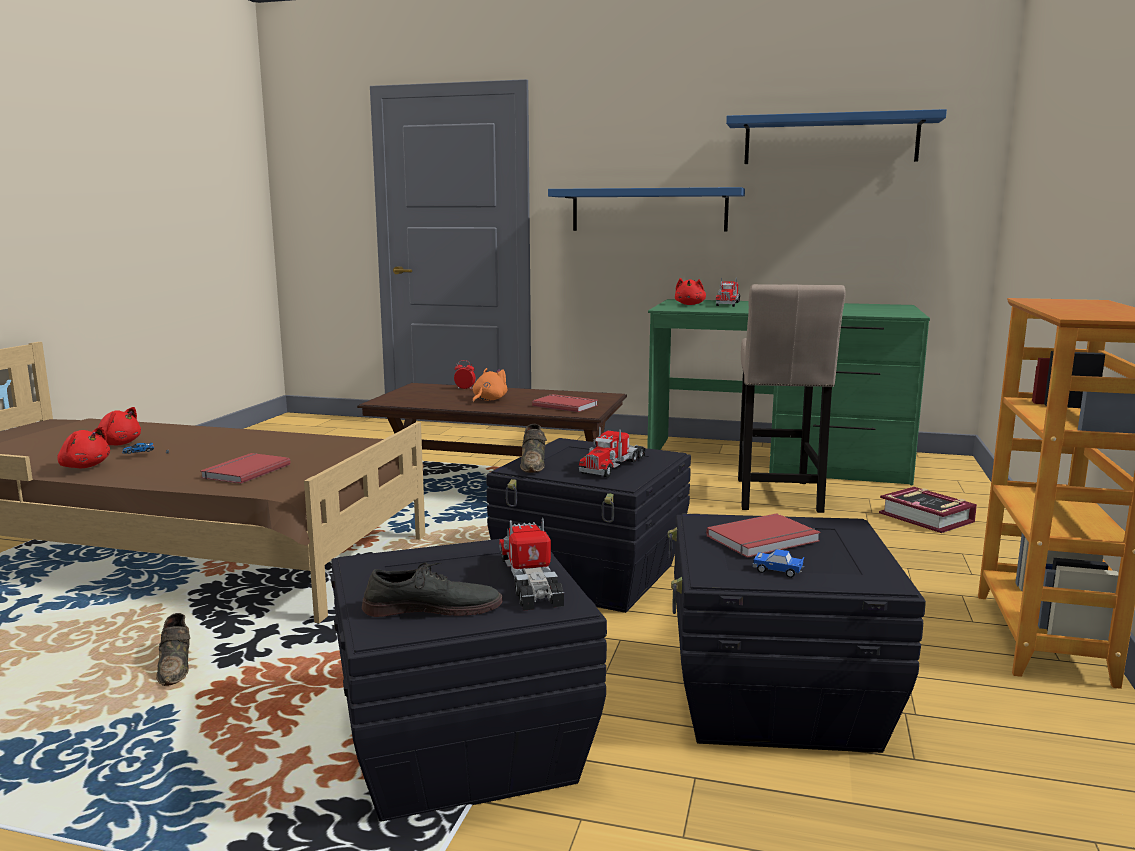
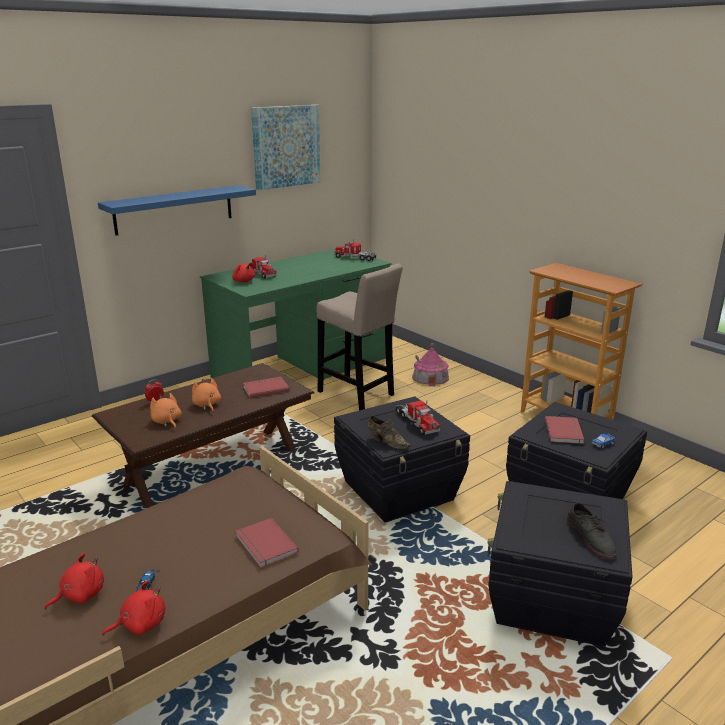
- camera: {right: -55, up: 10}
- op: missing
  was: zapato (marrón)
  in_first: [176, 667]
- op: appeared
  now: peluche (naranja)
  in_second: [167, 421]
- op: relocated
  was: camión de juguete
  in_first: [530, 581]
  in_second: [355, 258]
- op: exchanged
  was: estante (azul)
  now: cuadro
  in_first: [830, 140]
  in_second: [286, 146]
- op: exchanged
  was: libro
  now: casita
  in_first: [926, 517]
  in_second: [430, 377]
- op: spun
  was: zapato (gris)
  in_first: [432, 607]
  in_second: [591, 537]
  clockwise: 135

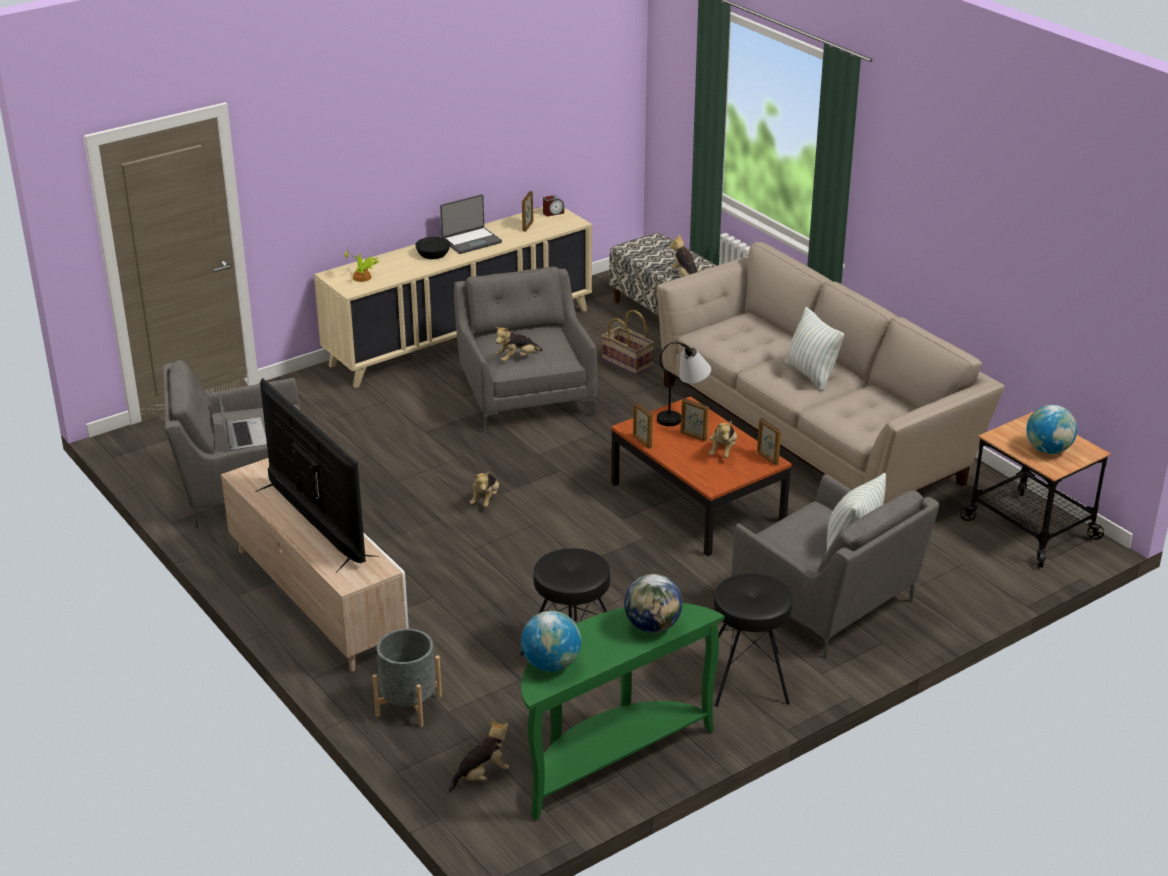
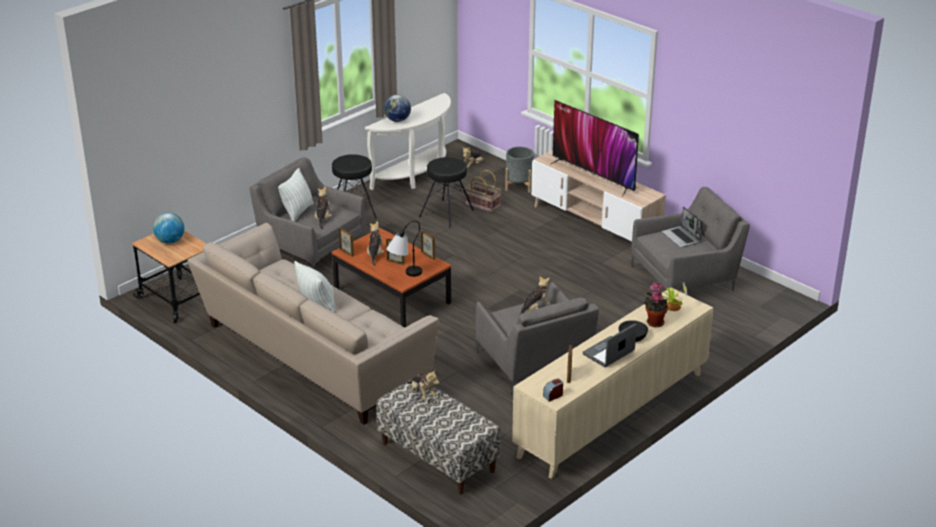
- camera: {right: 170, up: 0}
- op: missing
  was: globo terráqueo
  in_first: [551, 664]
- op: appeared
  now: planta en maceta
  in_second: [654, 322]
- op: relocated
  was: peluche
  in_first: [485, 500]
  in_second: [323, 218]
- op: relocated
  was: cesta
  in_first: [628, 363]
  in_second: [482, 205]
- op: colour
  was: mesa consola (verde)
  now: mesa consola (blanco)
  in_first: [609, 758]
  in_second: [417, 176]

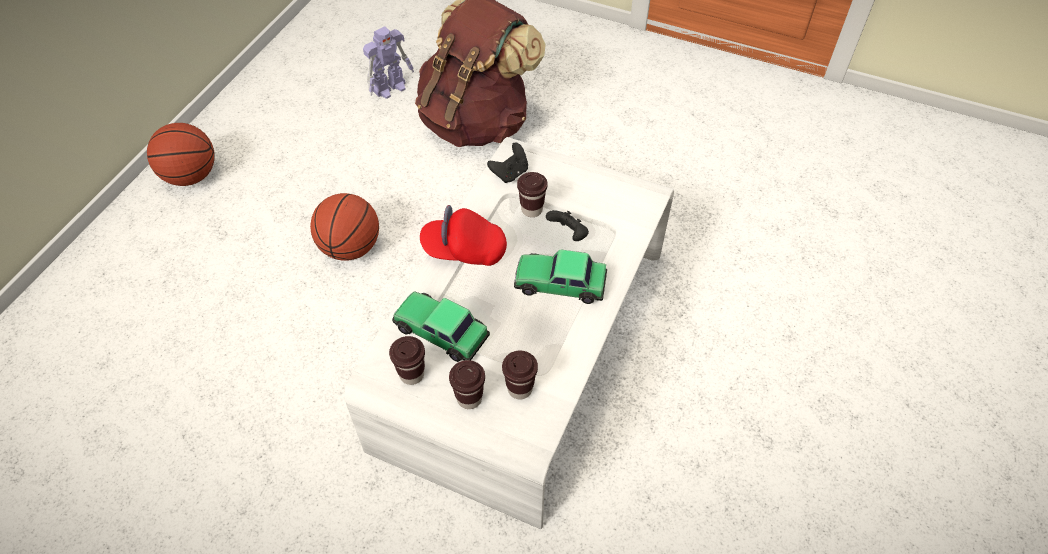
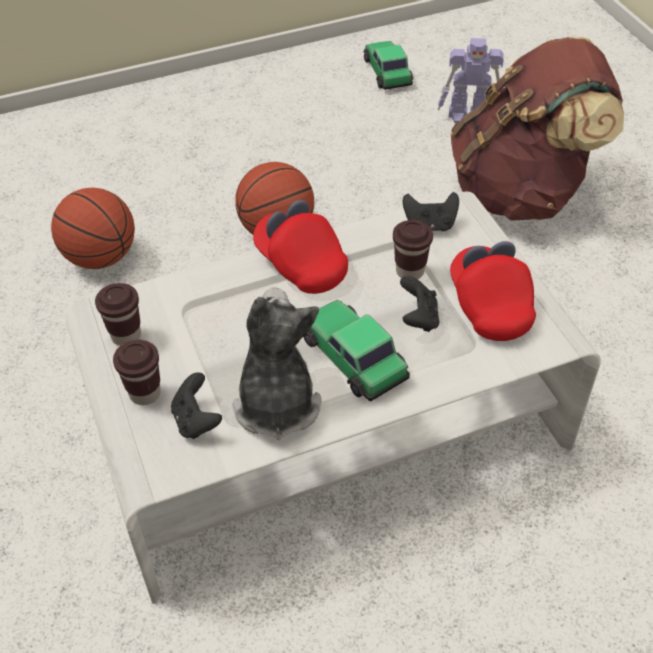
- camera: {right: 45, up: -5}
- op: appeared
  now: peluche
  in_second: [276, 403]
- op: appeared
  now: gorra (rojo)
  in_second: [489, 305]
- op: relocated
  was: balón de baloncesto
  in_first: [191, 176]
  in_second: [100, 257]
- op: relocated
  was: coche de juguete
  in_first: [440, 331]
  in_second: [387, 71]
- op: exchanged
  was: taza (marrón)
  now: mando de consola (negro)
  in_first: [520, 389]
  in_second: [196, 421]

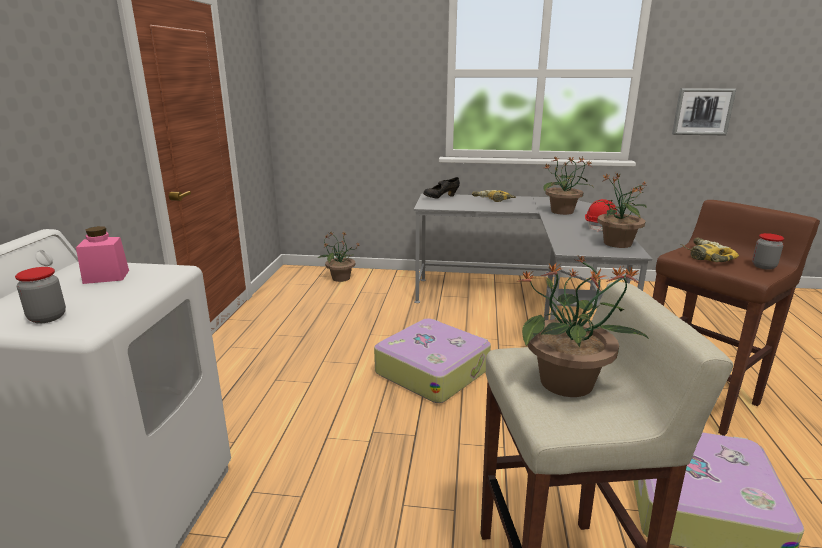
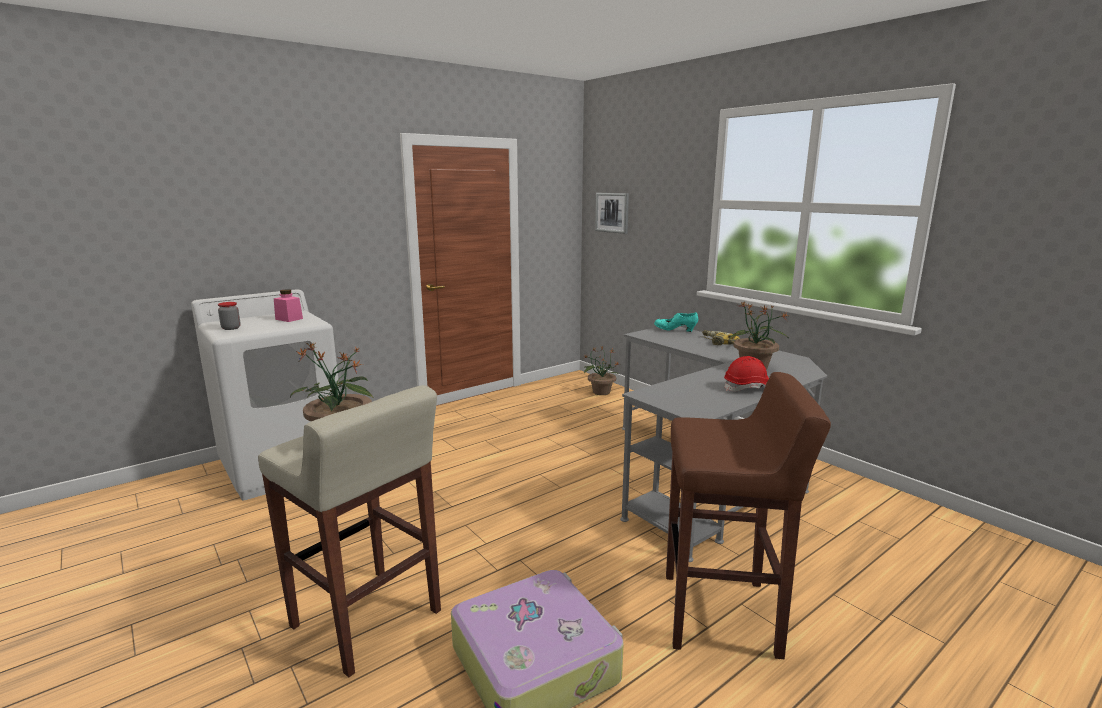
- camera: {right: 45, up: -5}
- op: missing
  was: maleta
  in_first: [432, 371]
- op: missing
  was: planta en maceta
  in_first: [616, 244]
- op: missing
  was: taladro
  in_first: [704, 256]
- op: missing
  was: tarro
  in_first: [763, 266]
- op: relocated
  was: cuadro
  in_first: [702, 111]
  in_second: [612, 212]
- op: colour
  was: zapato (negro)
  now: zapato (turquesa)
  in_first: [441, 197]
  in_second: [675, 330]

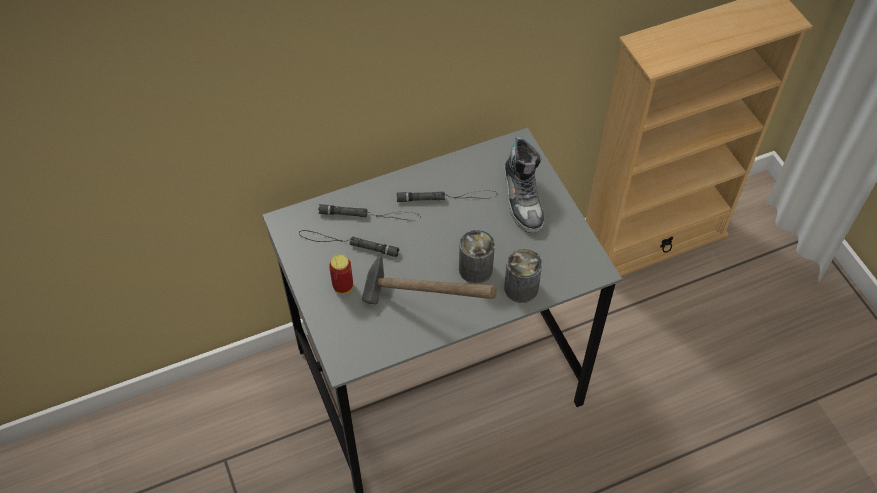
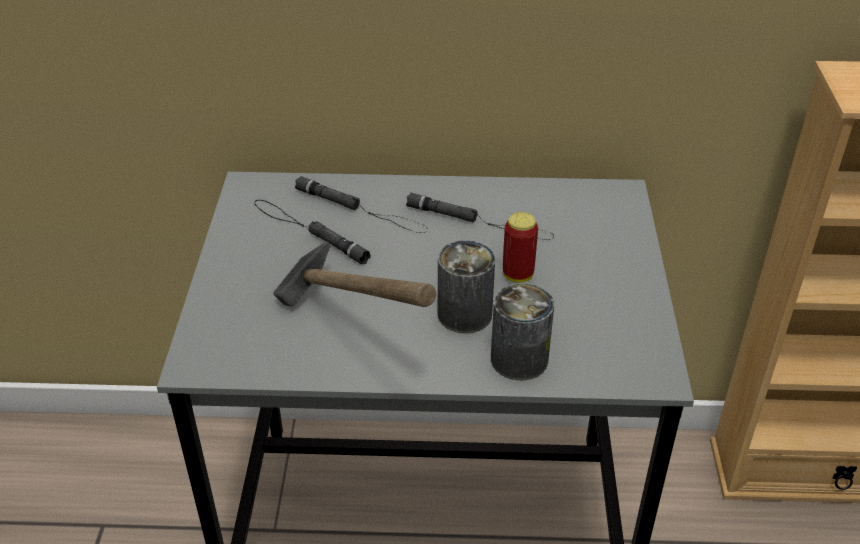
- camera: {right: 25, up: -15}
- op: missing
  was: zapato
  in_first: [523, 198]
- op: relocated
  was: lata
  in_first: [343, 286]
  in_second: [517, 275]

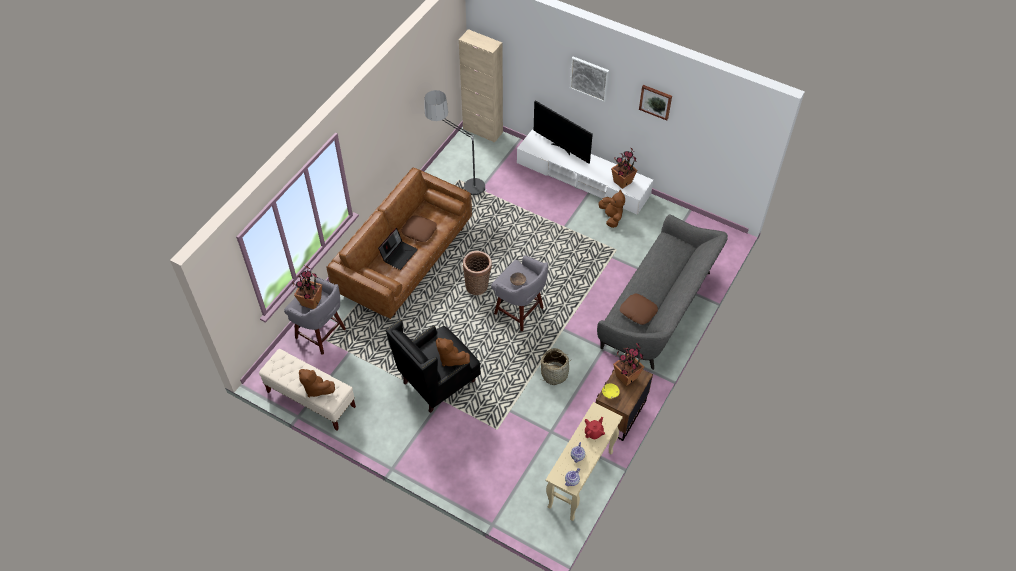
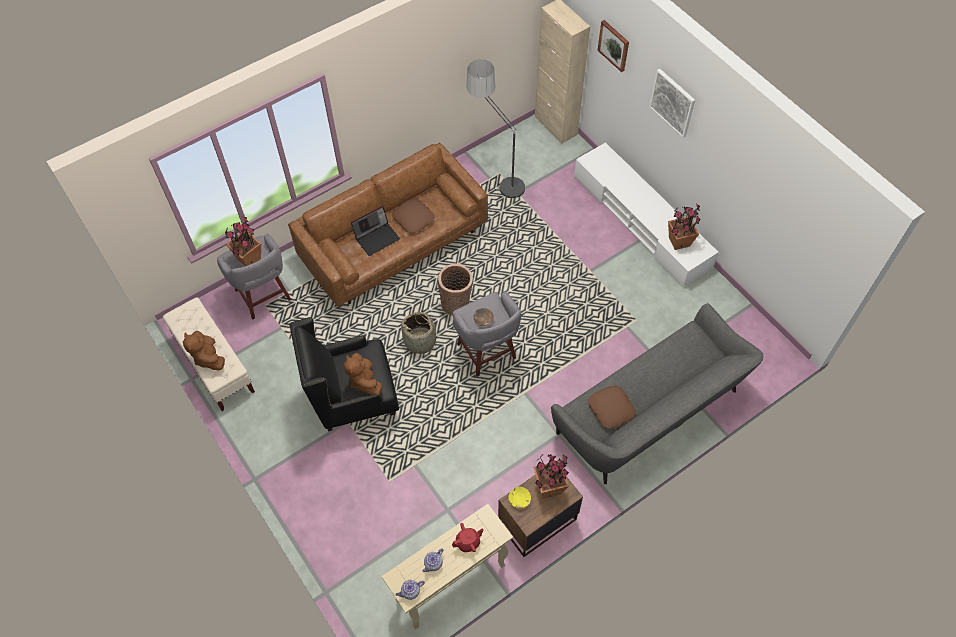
- camera: {right: 25, up: 5}
- op: missing
  was: televisor
  in_first: [562, 148]
- op: missing
  was: peluche (marrón)
  in_first: [611, 217]
- op: relocated
  was: cesta
  in_first: [554, 374]
  in_second: [420, 341]
- op: relocated
  was: cuadro
  in_first: [655, 101]
  in_second: [614, 45]

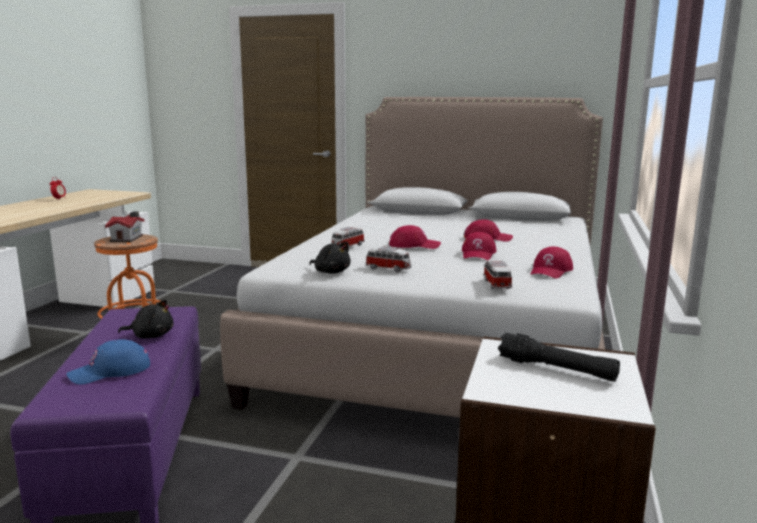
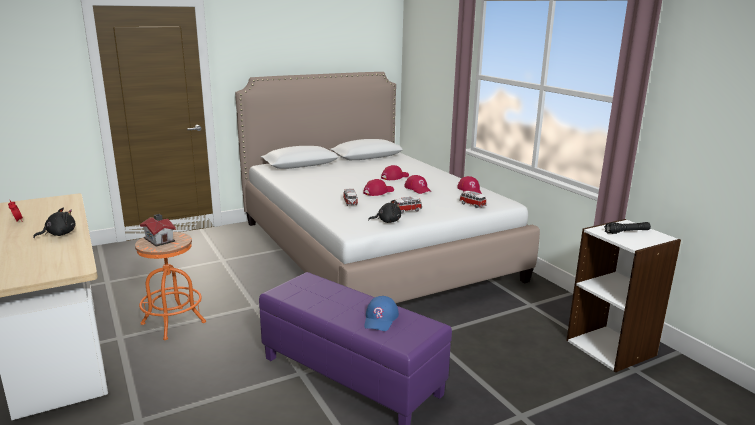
- camera: {right: -45, up: 5}
- op: relocated
  was: peluche (negro)
  in_first: [151, 336]
  in_second: [59, 234]

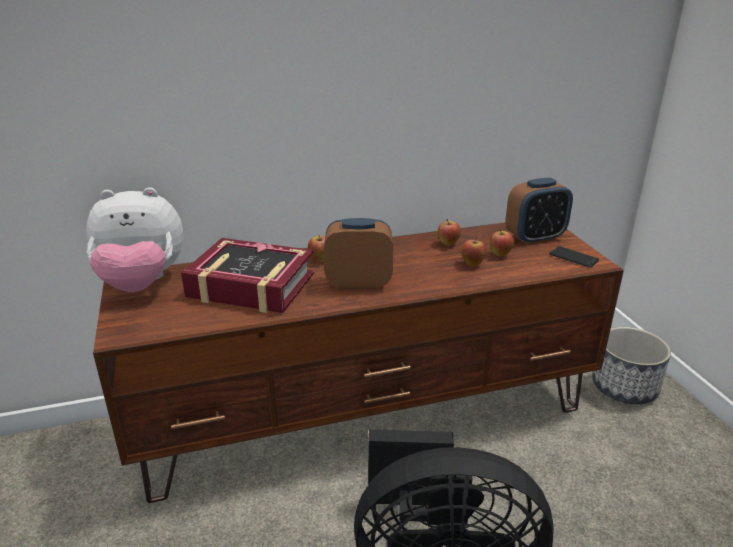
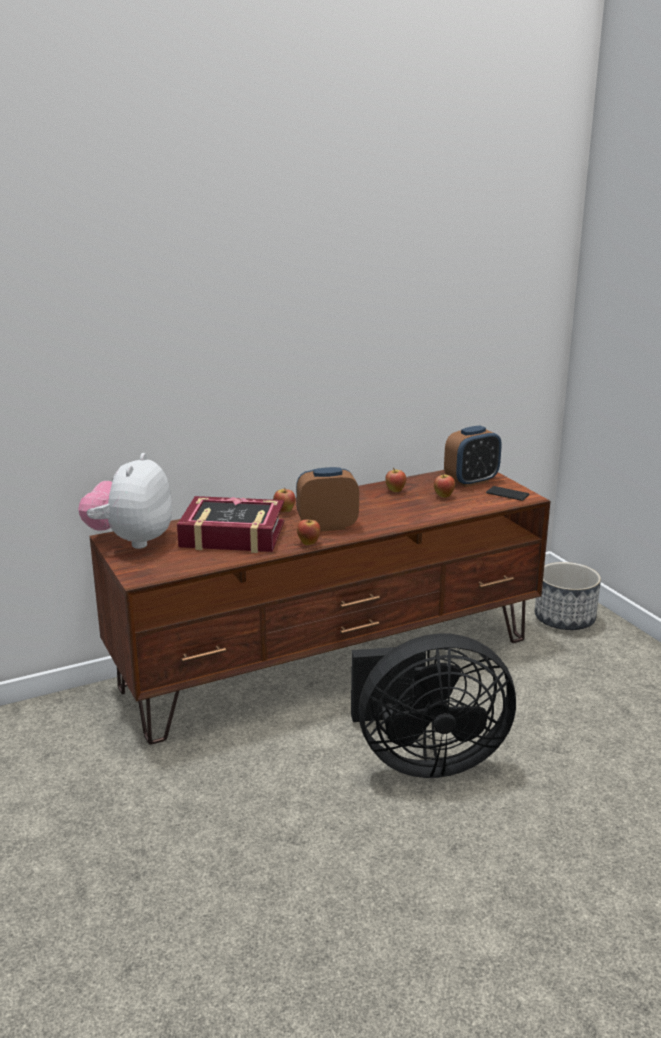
- camera: {right: -10, up: -5}
- op: relocated
  was: manzana
  in_first: [472, 264]
  in_second: [308, 543]
- op: spun
  was: peluche
  in_first: [142, 283]
  in_second: [131, 540]
  clockwise: 120

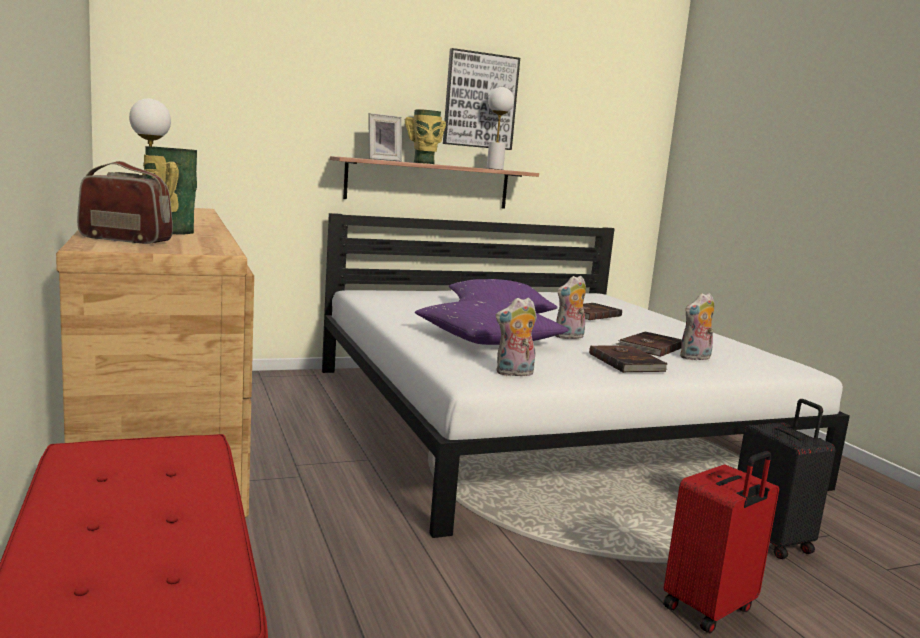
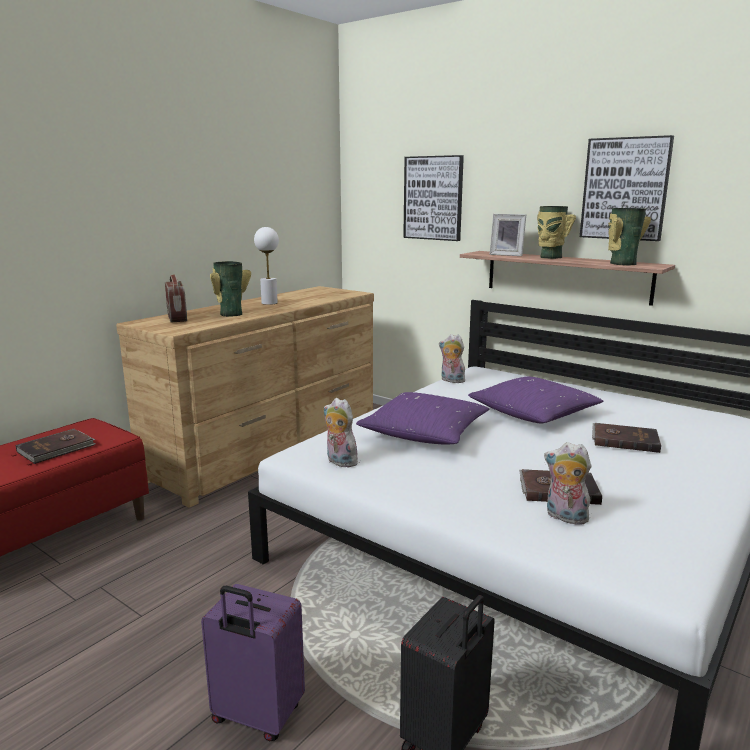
- camera: {right: 60, up: 5}
- op: appeared
  now: cuadro
  in_second: [433, 198]
- op: relocated
  was: peluche
  in_first: [569, 337]
  in_second: [451, 381]
- op: relocated
  was: libro (marrón)
  in_first: [627, 362]
  in_second: [57, 449]
- op: exchanged
  was: lámpara de mesa (blanco)
  now: florero
  in_first: [495, 169]
  in_second: [621, 263]
- op: colour
  was: maleta (rojo)
  now: maleta (morado)
  in_first: [710, 609]
  in_second: [256, 716]

